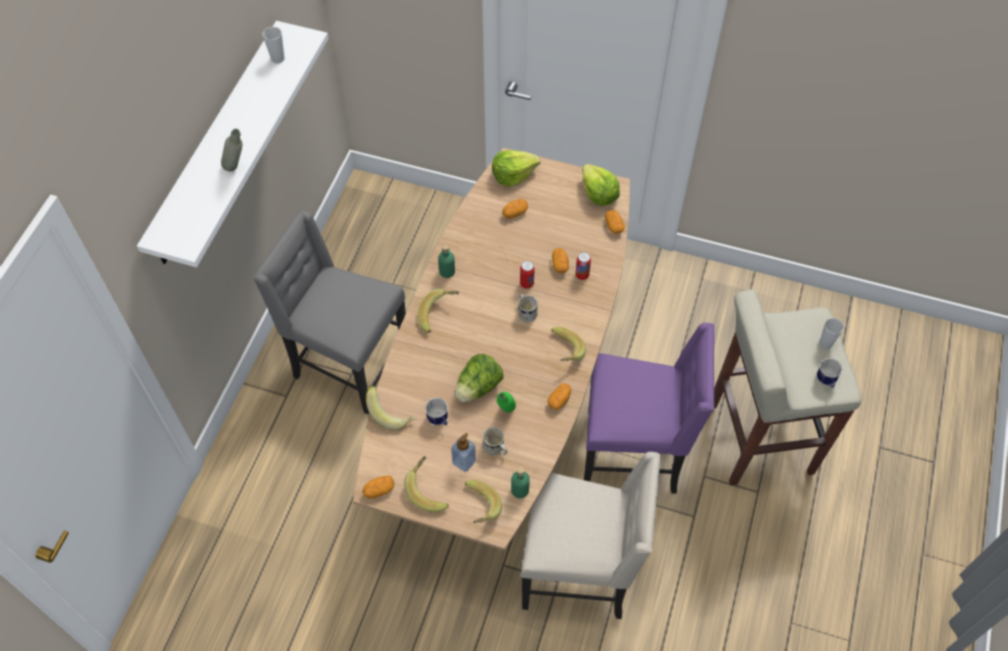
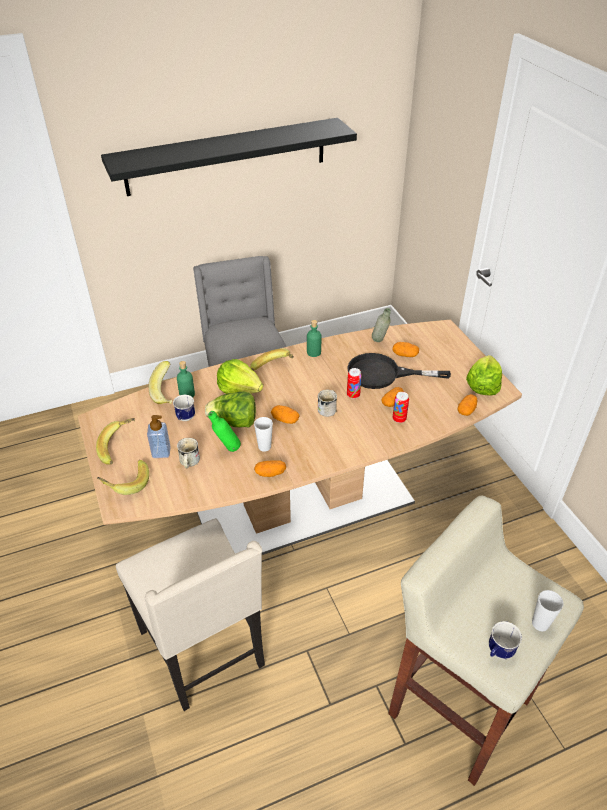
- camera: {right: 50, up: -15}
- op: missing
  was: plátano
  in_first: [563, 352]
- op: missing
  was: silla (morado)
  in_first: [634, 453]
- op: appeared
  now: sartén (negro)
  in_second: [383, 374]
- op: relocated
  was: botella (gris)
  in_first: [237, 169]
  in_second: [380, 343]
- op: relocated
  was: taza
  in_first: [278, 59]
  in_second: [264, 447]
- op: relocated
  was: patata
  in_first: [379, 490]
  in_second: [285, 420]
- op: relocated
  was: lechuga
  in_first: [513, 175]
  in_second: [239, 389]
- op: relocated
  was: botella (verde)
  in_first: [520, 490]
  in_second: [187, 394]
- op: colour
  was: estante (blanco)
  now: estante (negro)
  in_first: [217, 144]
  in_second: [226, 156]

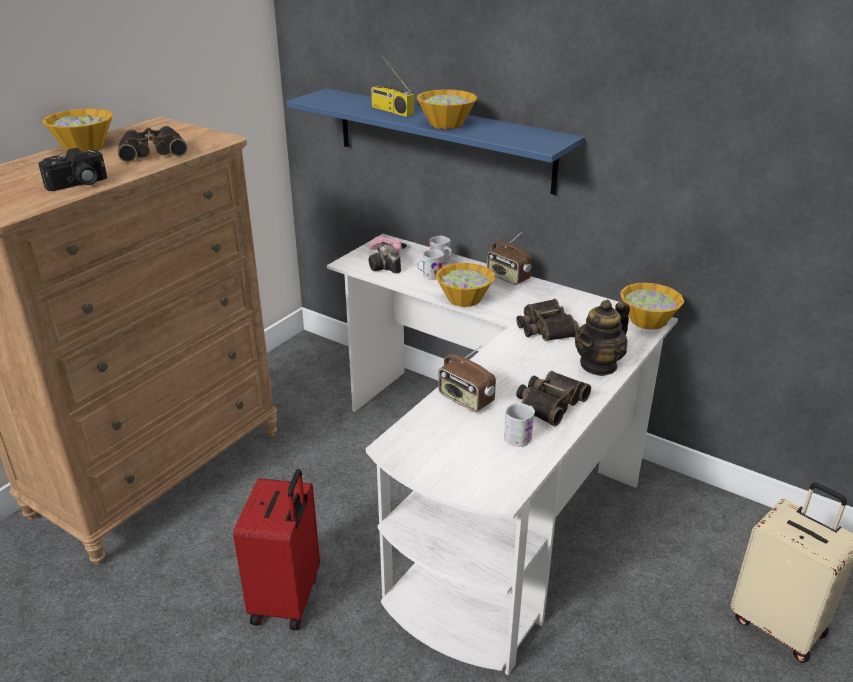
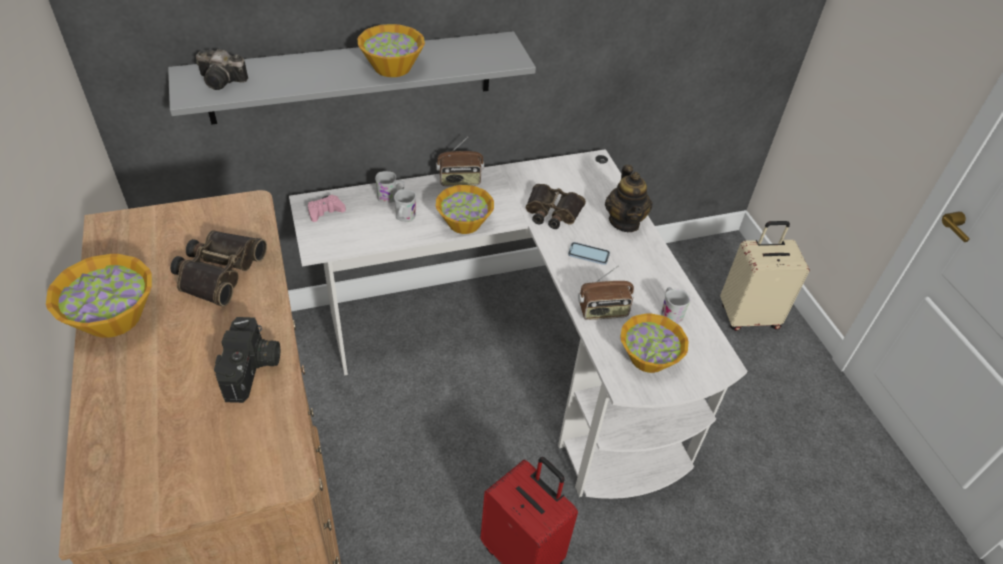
- camera: {right: -55, up: 15}
- op: missing
  was: radio
  in_first: [391, 111]
- op: missing
  was: prismáticos
  in_first: [549, 402]
- op: appeared
  now: móvil
  in_second: [588, 254]
- op: relocated
  was: cámara
  in_first: [385, 268]
  in_second: [224, 81]
- op: relocated
  was: cuenco
  in_first: [647, 320]
  in_second: [648, 357]
- op: colour
  was: estante (azul)
  now: estante (gris)
  in_first: [443, 139]
  in_second: [353, 77]

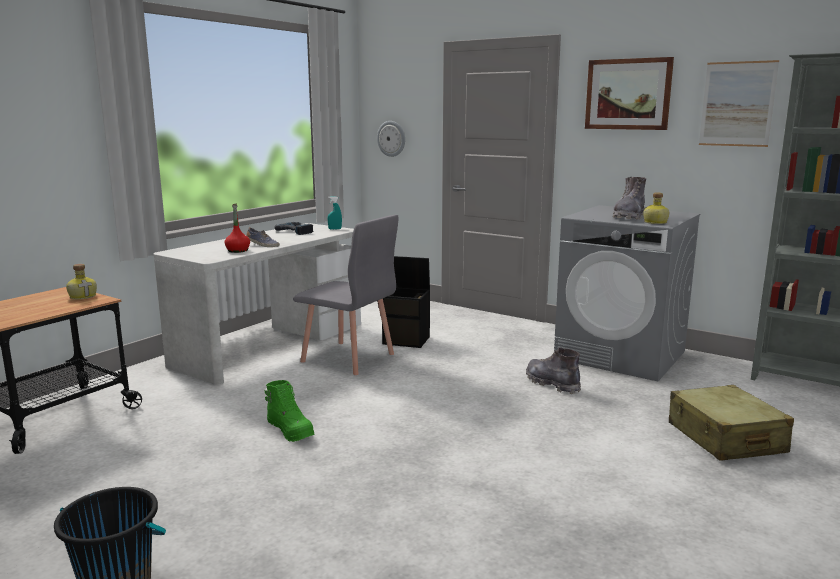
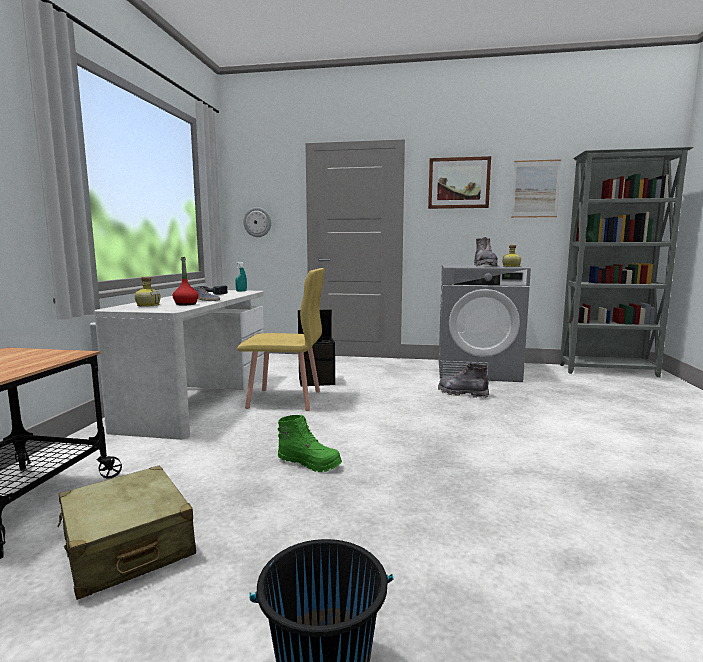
- camera: {right: -25, up: -5}
- op: relocated
  was: botella
  in_first: [83, 296]
  in_second: [148, 305]
- op: relocated
  was: maleta (beis)
  in_first: [725, 438]
  in_second: [127, 546]
- op: colour
  was: silla (gris)
  now: silla (amarillo)
  in_first: [348, 358]
  in_second: [285, 400]

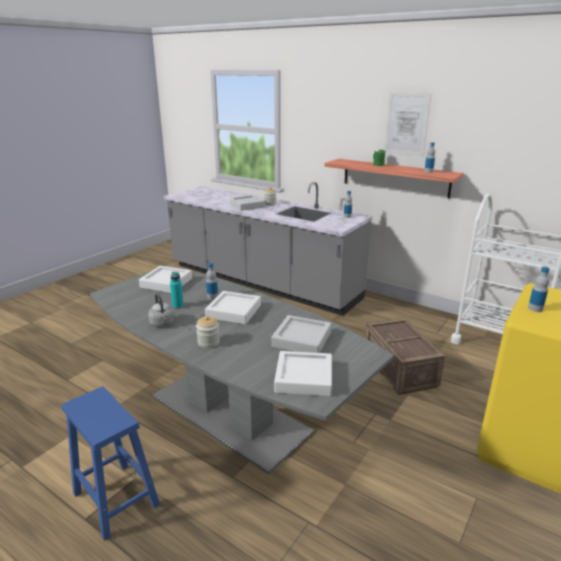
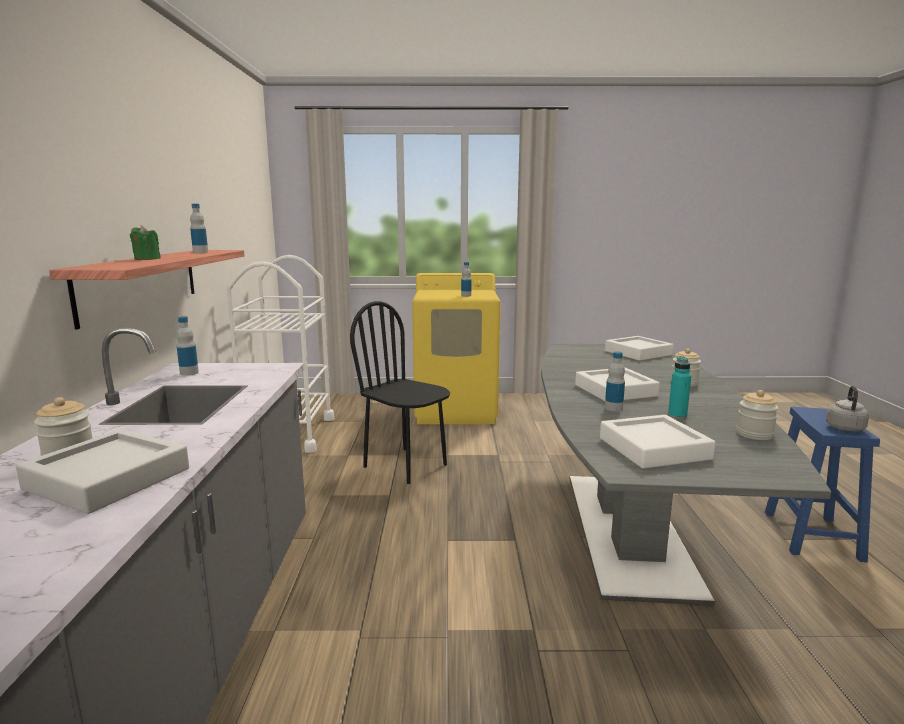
- camera: {right: -125, up: -10}
- op: missing
  was: bandeja (gris)
  in_first: [301, 339]
- op: missing
  was: cuadro
  in_first: [407, 124]
- op: appeared
  now: tarro
  in_second: [754, 434]
- op: relocated
  was: hervidor (gris)
  in_first: [163, 323]
  in_second: [844, 427]
- op: exchanged
  was: caja de embalaje
  now: silla (negro)
  in_first: [400, 369]
  in_second: [405, 465]

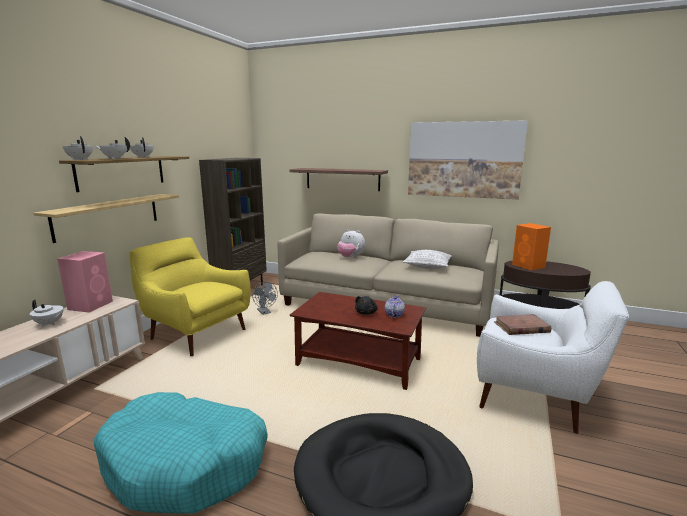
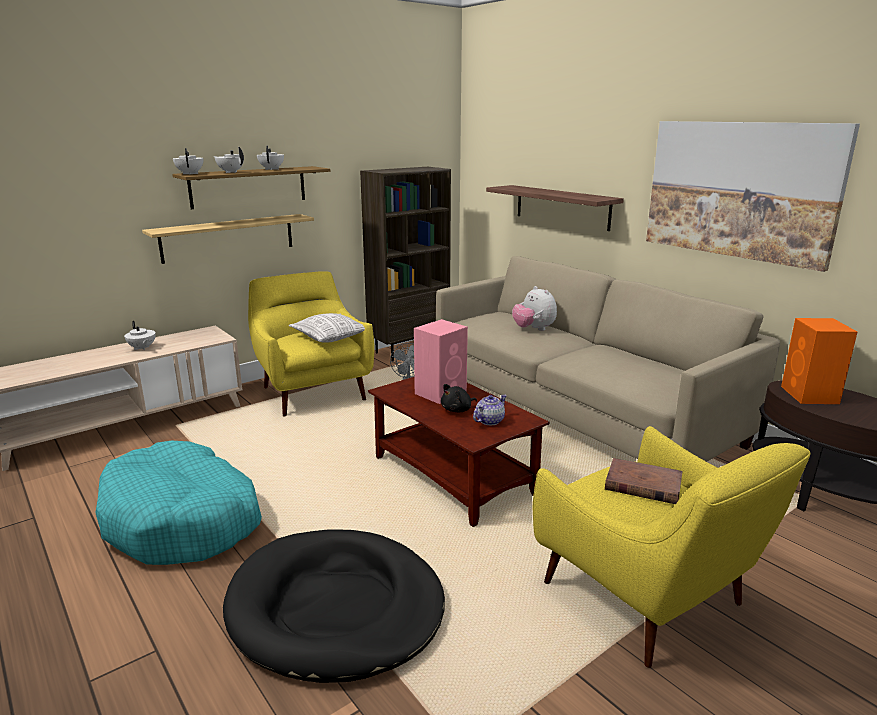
- camera: {right: 30, up: 5}
- op: relocated
  was: altavoz (rosa)
  in_first: [91, 305]
  in_second: [441, 392]
- op: relocated
  was: cojín
  in_first: [427, 266]
  in_second: [330, 337]
- op: colour
  was: sillón (blanco)
  now: sillón (amarillo)
  in_first: [535, 397]
  in_second: [648, 599]

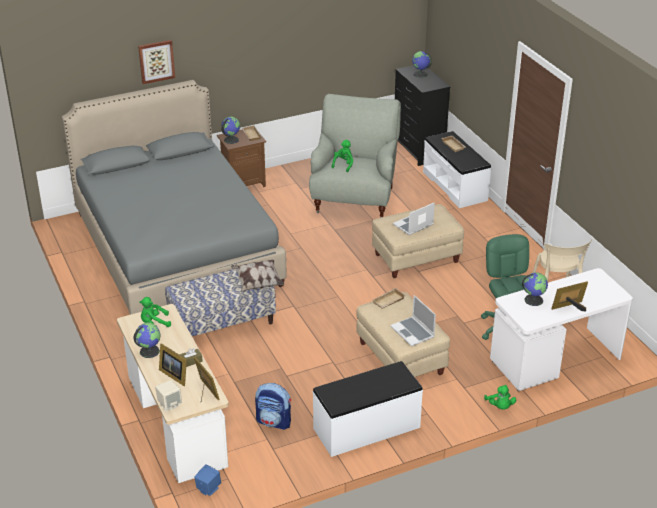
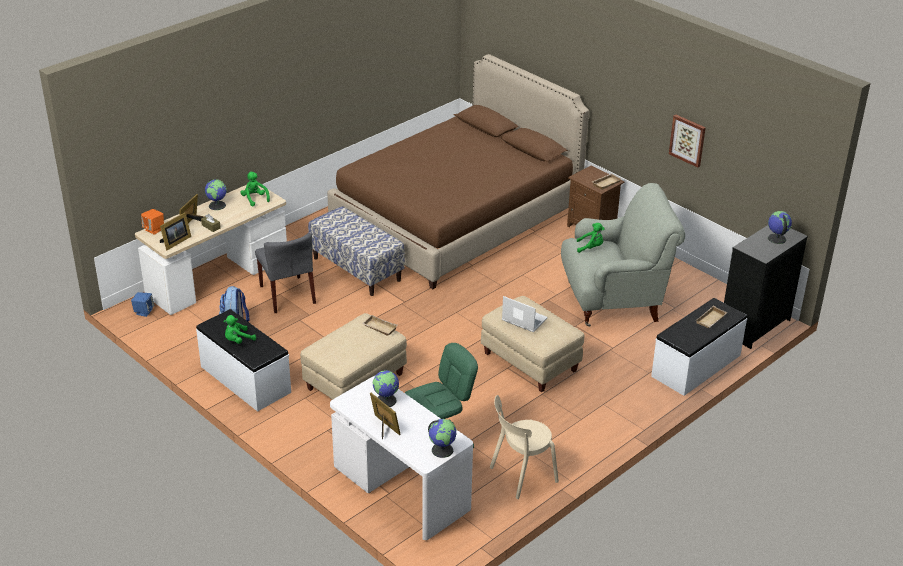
- camera: {right: 70, up: 0}
- op: missing
  was: cojín
  in_first: [257, 283]
- op: missing
  was: portátil
  in_first: [413, 332]
- op: appeared
  now: silla (gris)
  in_second: [287, 295]
- op: relocated
  was: cuadro
  in_first: [156, 61]
  in_second: [687, 140]
- op: relocated
  was: globo terráqueo
  in_first: [231, 140]
  in_second: [442, 450]
- op: relocated
  was: peluche (verde)
  in_first: [500, 406]
  in_second: [238, 340]
- op: colour
  was: cama (gris)
  now: cama (marrón)
  in_first: [176, 248]
  in_second: [456, 218]
- op: colour
  was: altavoz (beis)
  now: altavoz (naranja)
  in_first: [169, 404]
  in_second: [154, 229]

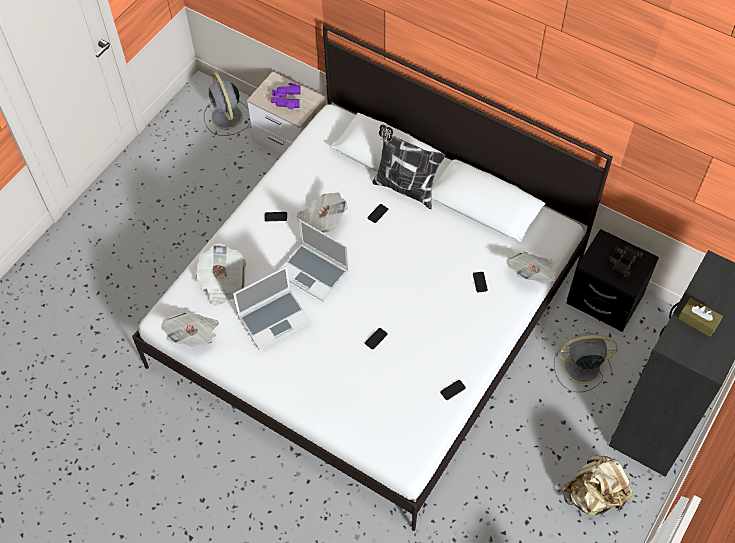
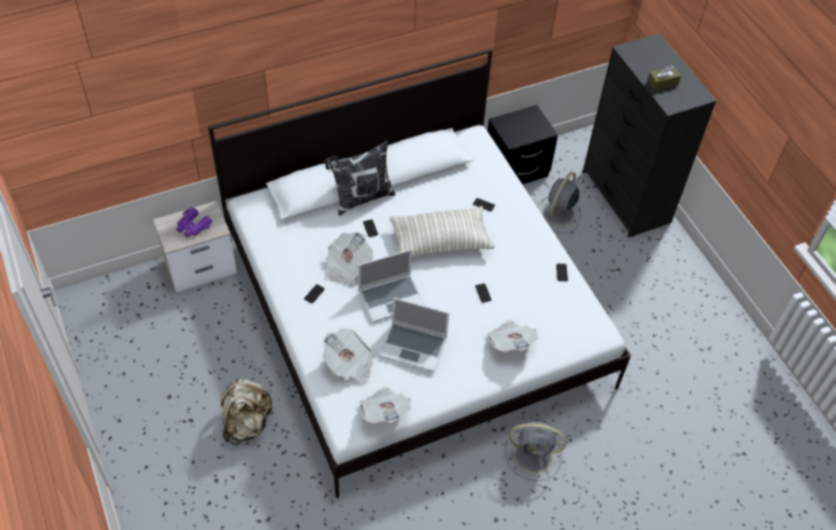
- camera: {right: -60, up: -5}
- op: missing
  was: prismáticos (negro)
  in_first: [624, 262]
- op: appeared
  now: cojín
  in_second: [440, 241]
- op: relocated
  was: ventilador (gris)
  in_first: [227, 118]
  in_second: [534, 456]
- op: relocated
  was: periódico
  in_first: [532, 274]
  in_second: [510, 343]
- op: relocated
  was: mochila (beis)
  in_first: [594, 495]
  in_second: [247, 423]
- op: spun
  was: portátil
  in_first: [275, 318]
  in_second: [414, 347]
  clockwise: 105

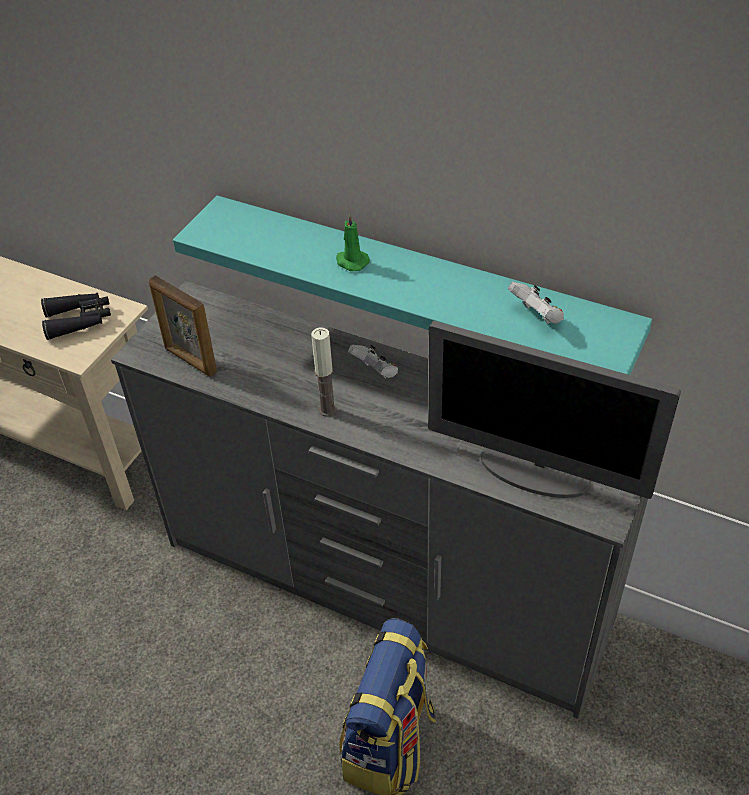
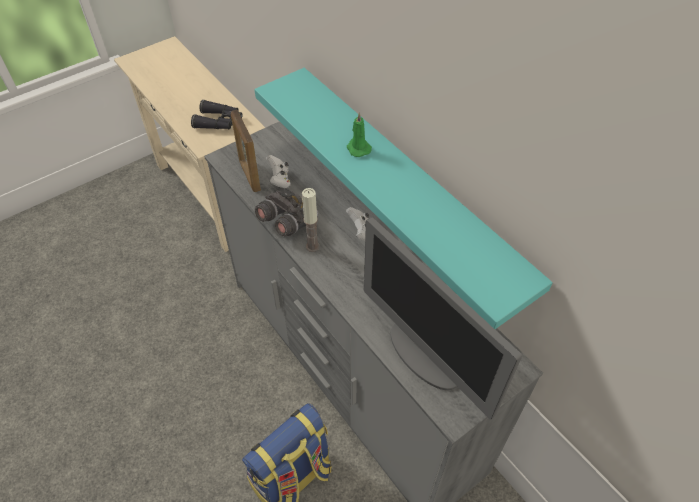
- camera: {right: 25, up: 5}
- op: appeared
  now: prismáticos (gris)
  in_second: [287, 221]
- op: relocated
  was: mando de consola (blanco)
  in_first: [536, 316]
  in_second: [279, 180]

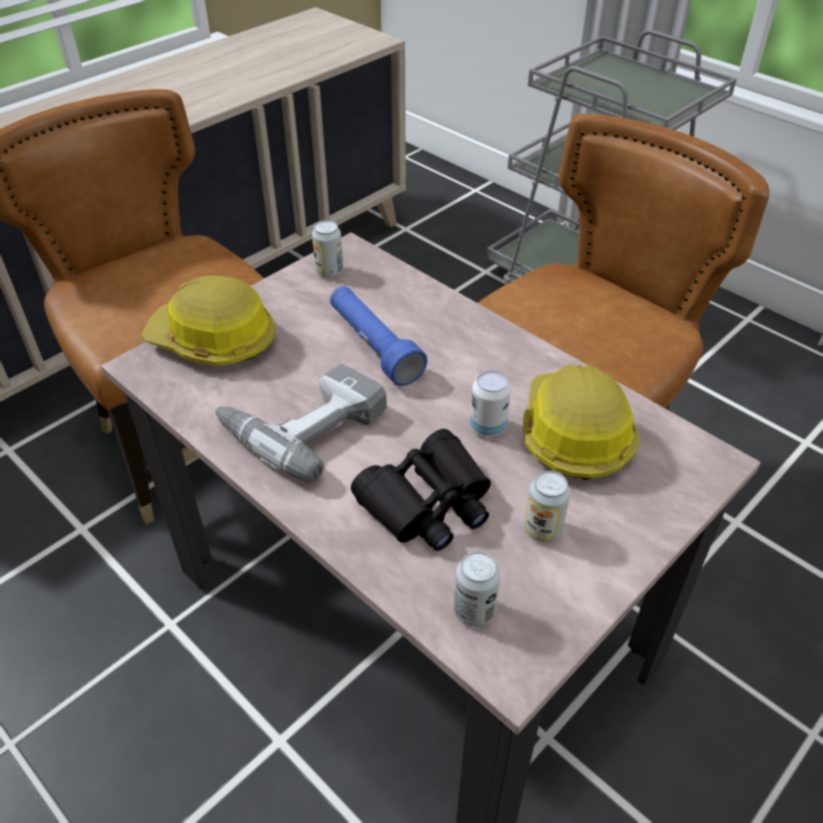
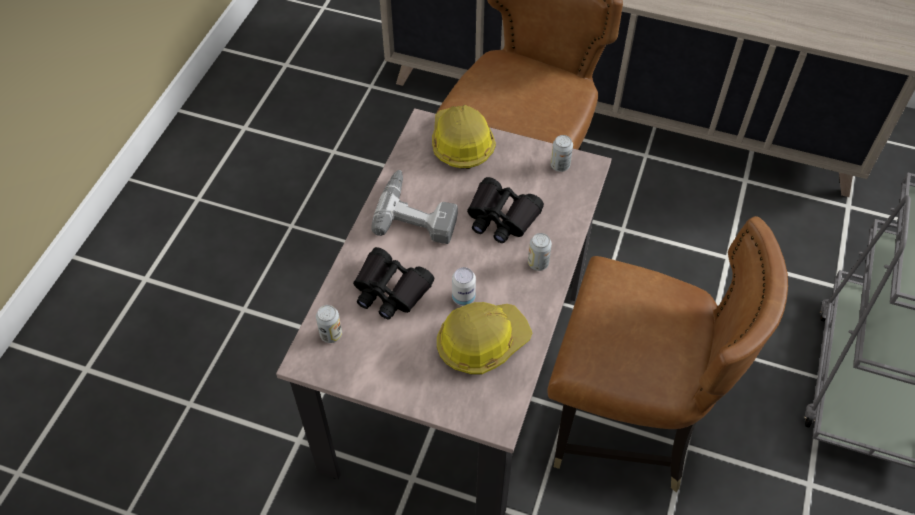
- camera: {right: 65, up: 10}
- op: relocated
  was: lata
  in_first: [542, 529]
  in_second: [538, 263]
- op: exchanged
  was: linterna (azul)
  now: prismáticos (negro)
  in_first: [374, 346]
  in_second: [501, 217]

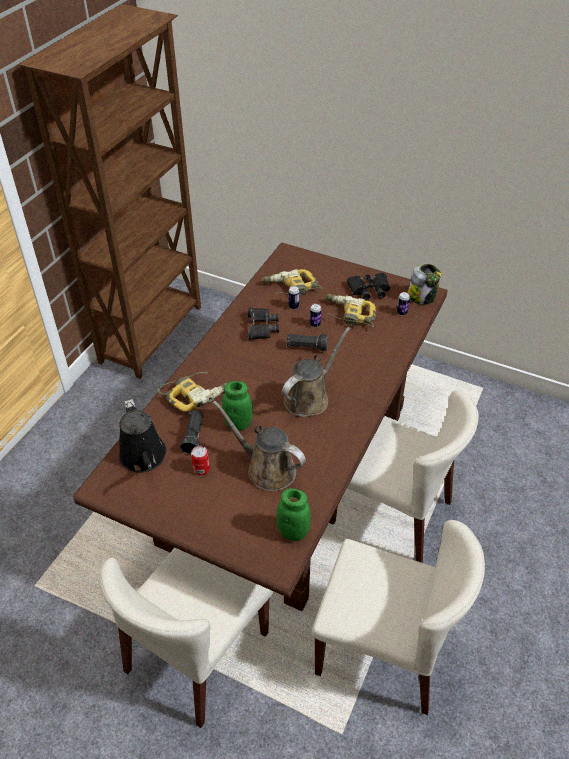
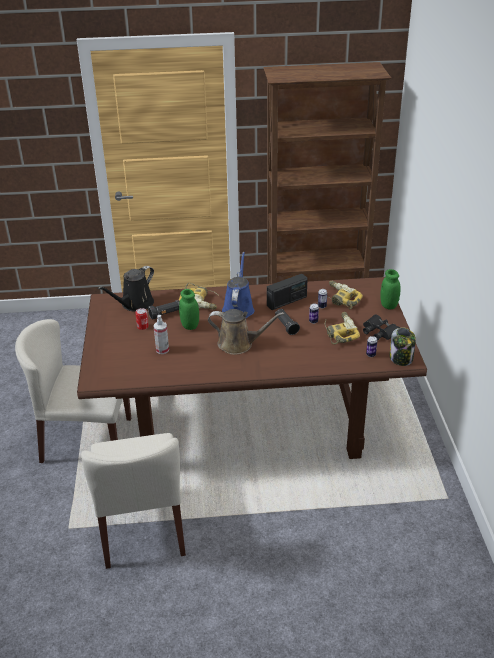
- camera: {right: 60, up: -10}
- op: missing
  was: silla (beis)
  in_first: [391, 512]
- op: appeared
  now: regadera (azul)
  in_second: [238, 308]
- op: relocated
  was: tarro (verde)
  in_first: [293, 532]
  in_second: [388, 305]
- op: exchanged
  was: regadera (marrón)
  now: pulverizador
  in_first: [267, 469]
  in_second: [162, 350]
- op: exchanged
  was: prismáticos (negro)
  now: radio
  in_first: [261, 327]
  in_second: [287, 301]

